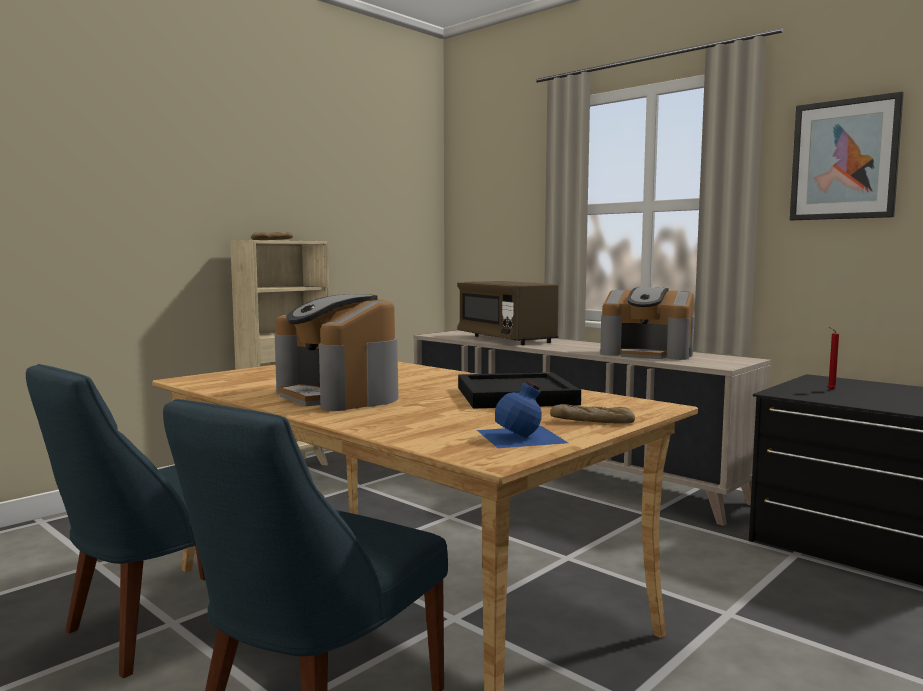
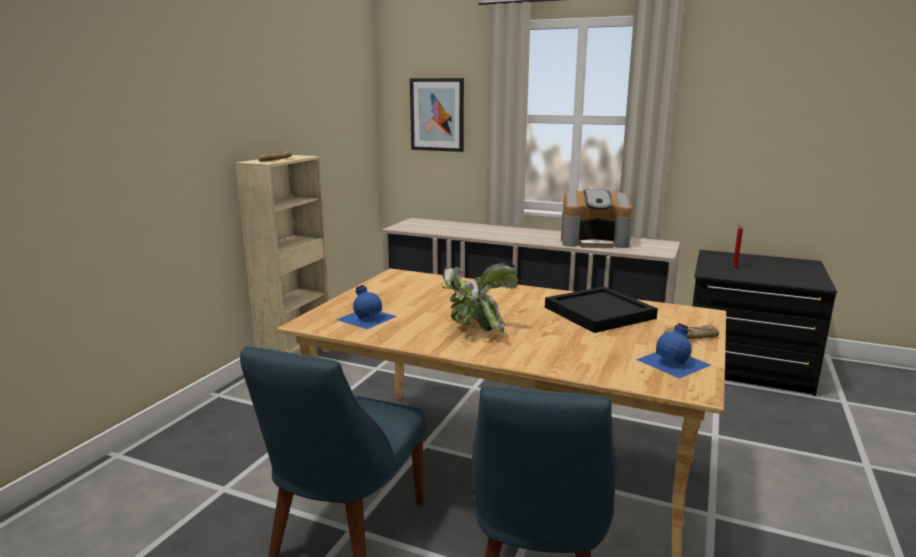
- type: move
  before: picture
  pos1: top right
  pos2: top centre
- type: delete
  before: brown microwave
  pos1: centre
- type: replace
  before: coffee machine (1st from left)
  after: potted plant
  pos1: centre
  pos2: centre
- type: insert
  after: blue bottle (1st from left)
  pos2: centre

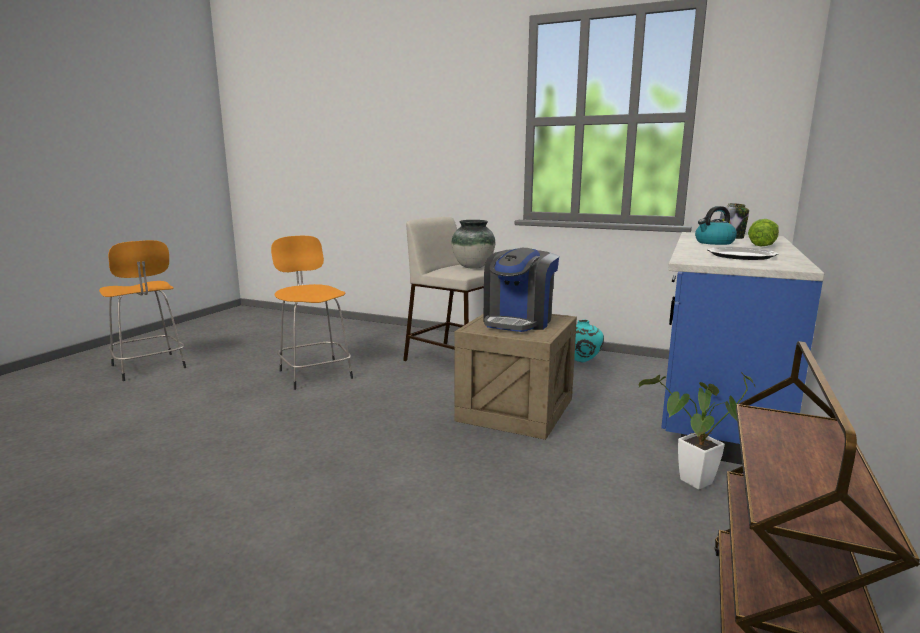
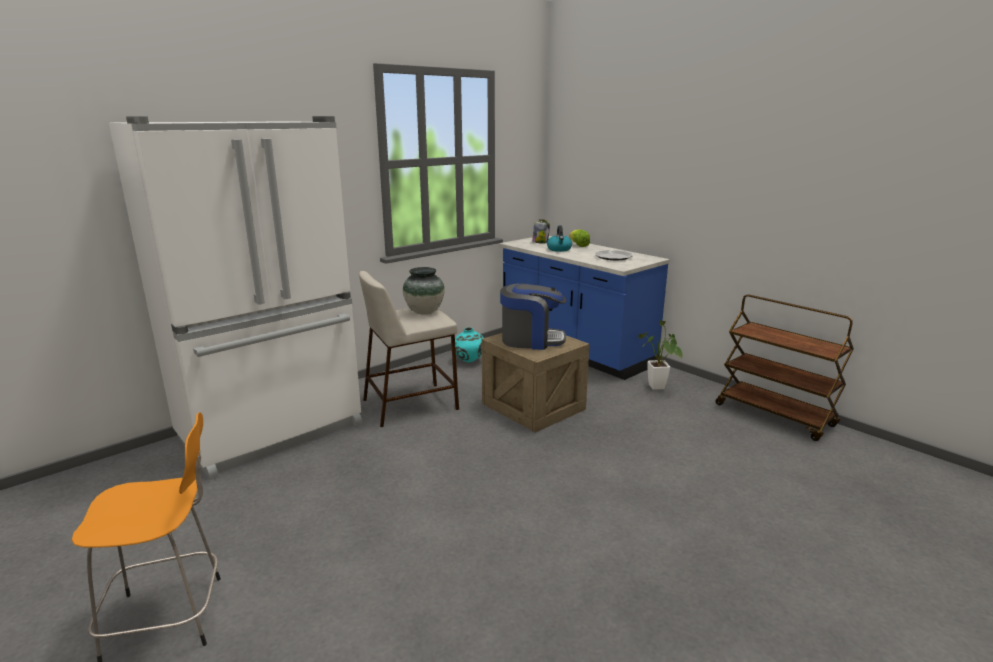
- type: delete
  before: orange stool (2nd from left)
  pos1: centre
- type: rotate
  before: coffee machine
  pos1: centre
  pos2: centre
  turn: -45
- type: insert
  after: white fridge
  pos2: middle left

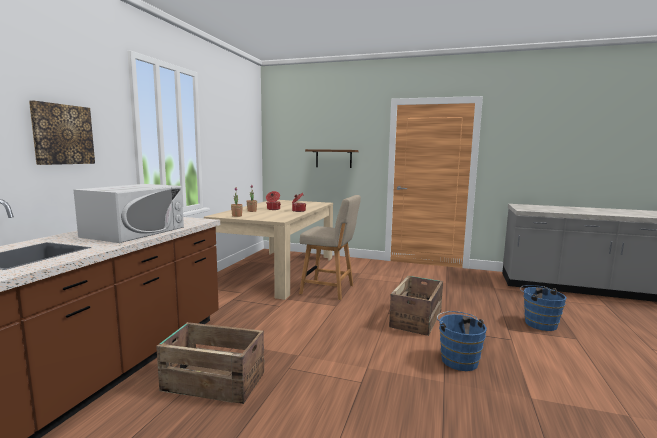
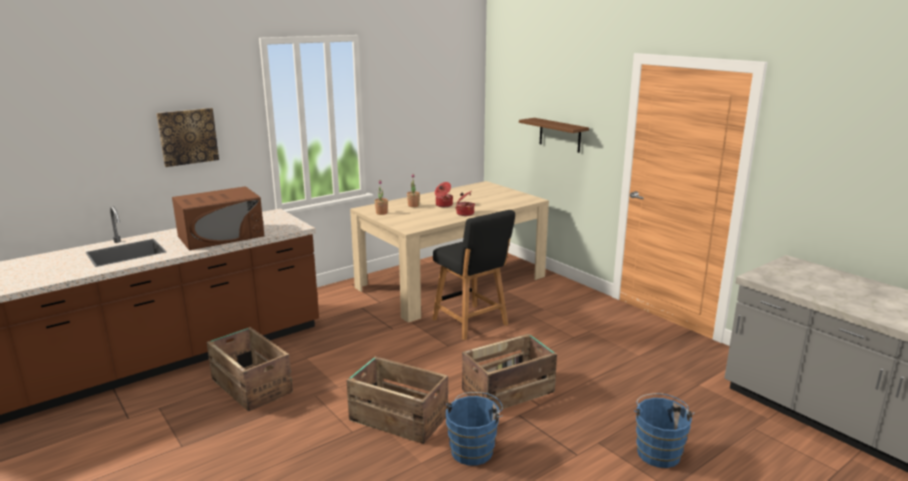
- type: recolor
  before: white microwave
  after: brown microwave
  pos1: middle left
  pos2: middle left
- type: recolor
  before: beige chair
  after: black chair
  pos1: centre
  pos2: centre
- type: insert
  after: crate (2nd from left)
  pos2: bottom centre

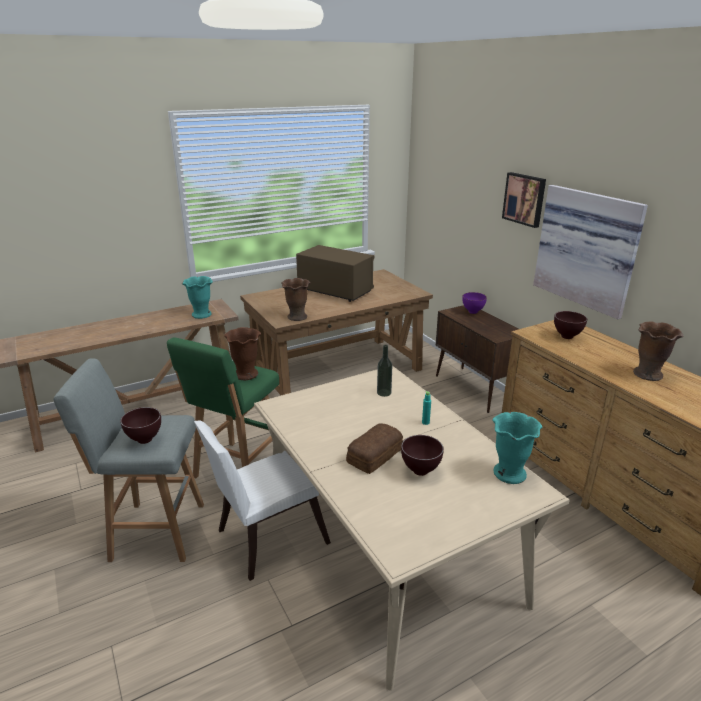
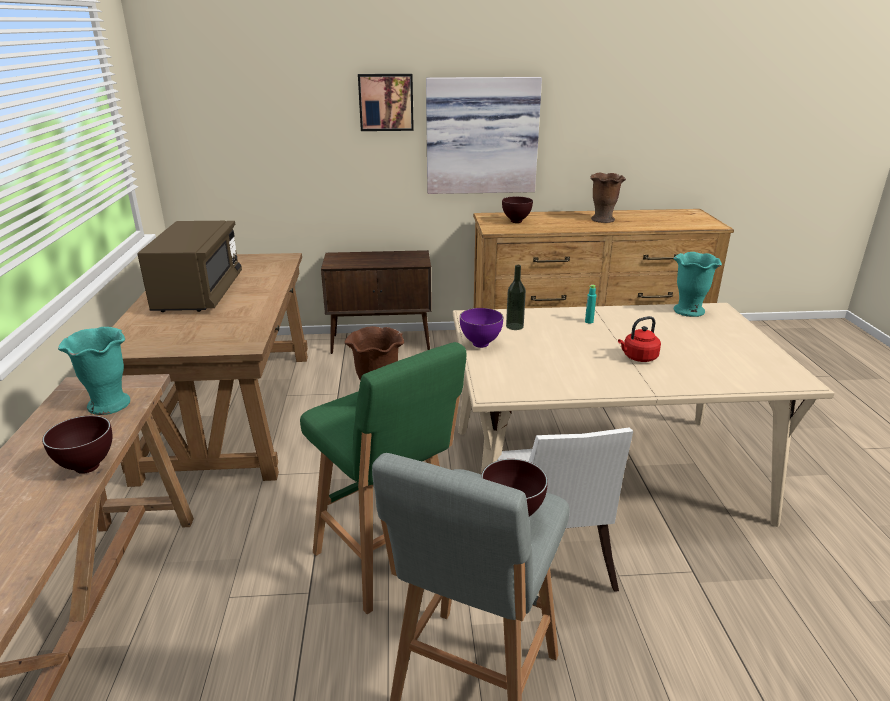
- type: rotate
  before: brown microwave
  pos1: centre
  pos2: middle left
  turn: 120
- type: delete
  before: brown vase (2nd from left)
  pos1: centre
- type: move
  before: purple bowl
  pos1: middle right
  pos2: centre
- type: replace
  before: bread
  after: red kettle
  pos1: centre
  pos2: middle right
- type: move
  before: brown bowl (2nd from left in the first image)
  after: brown bowl (1st from left)
  pos1: centre
  pos2: middle left

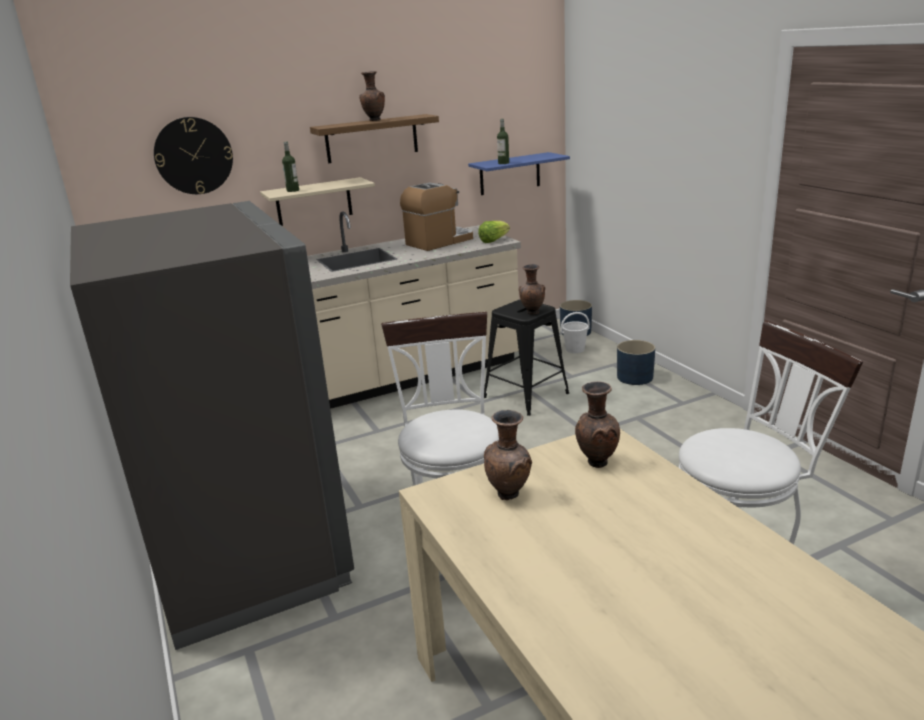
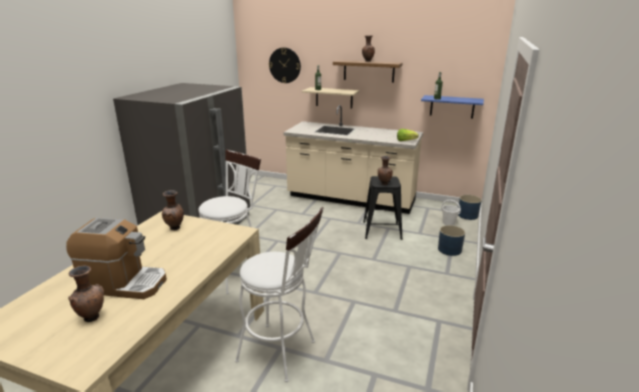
- type: move
  before: coffee machine
  pos1: top centre
  pos2: middle left
- type: move
  before: brown vase (4th from left in the first image)
  after: brown vase (1st from left)
  pos1: centre
  pos2: bottom left

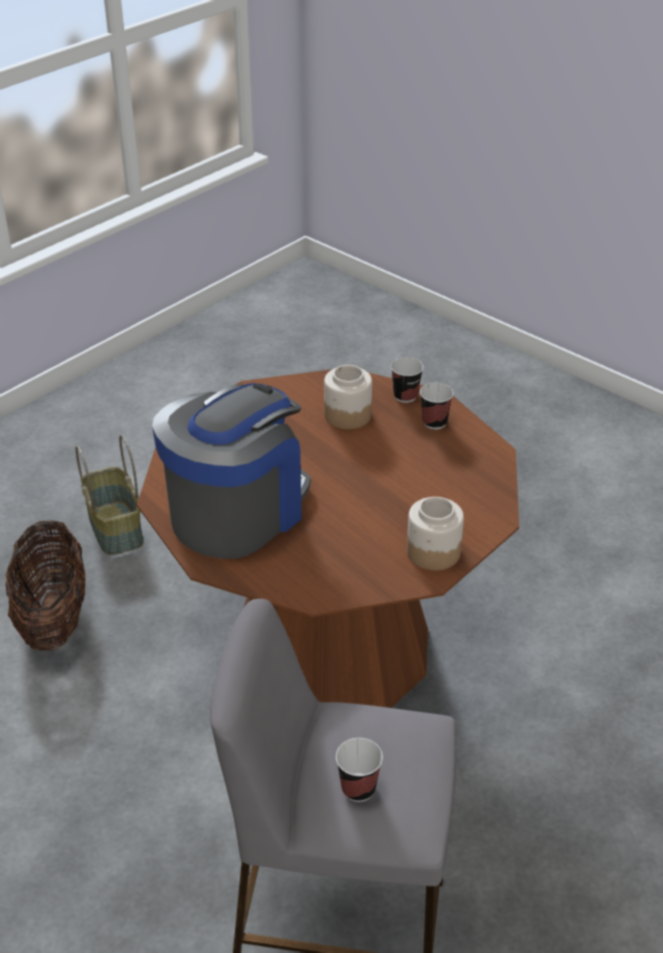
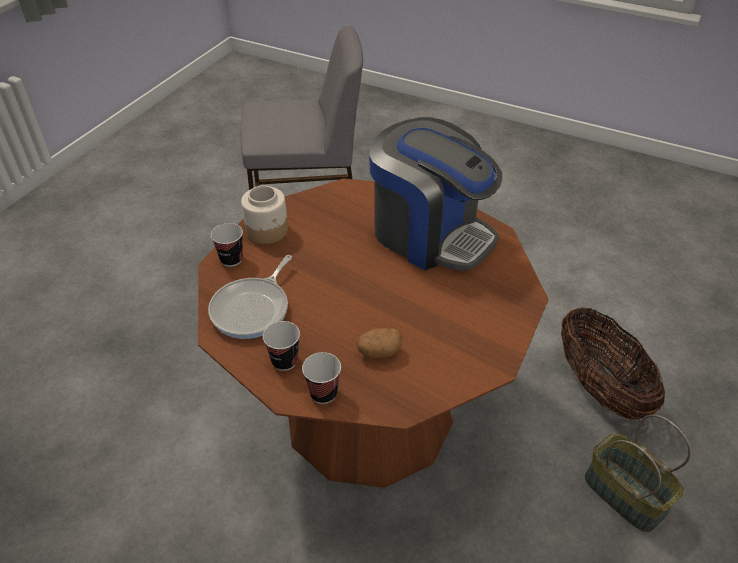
- type: replace
  before: jar (1st from left)
  after: potato
  pos1: centre
  pos2: centre
- type: rotate
  before: coffee machine
  pos1: centre
  pos2: centre
  turn: -75
- type: move
  before: cup (1st from left)
  pos1: bottom centre
  pos2: middle left
- type: insert
  after: frying pan
  pos2: centre

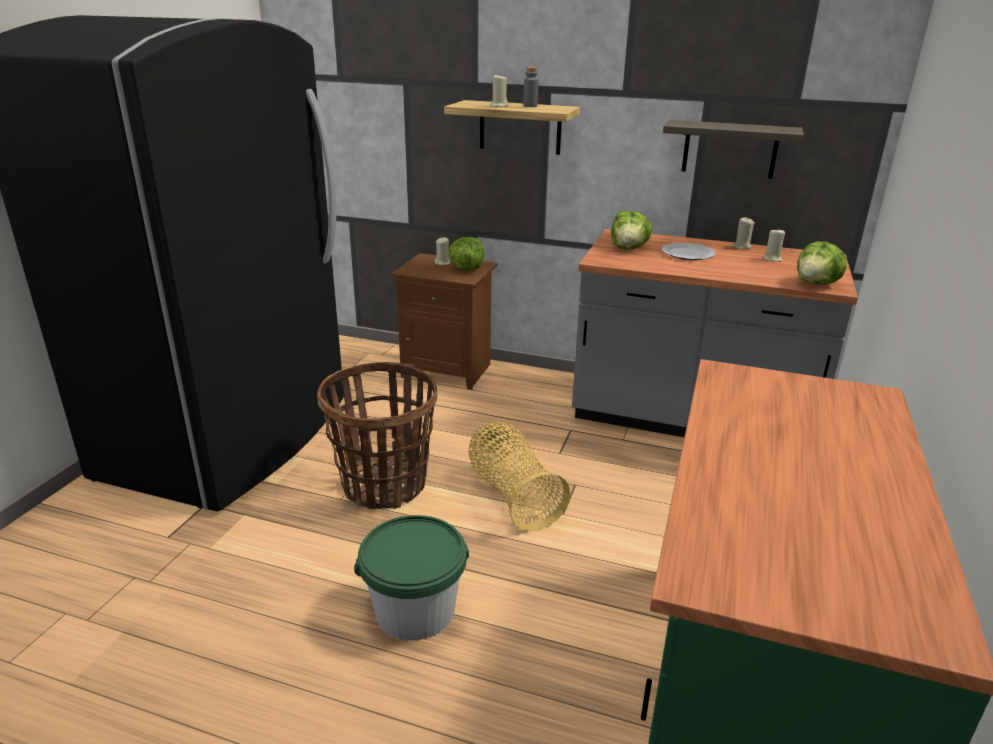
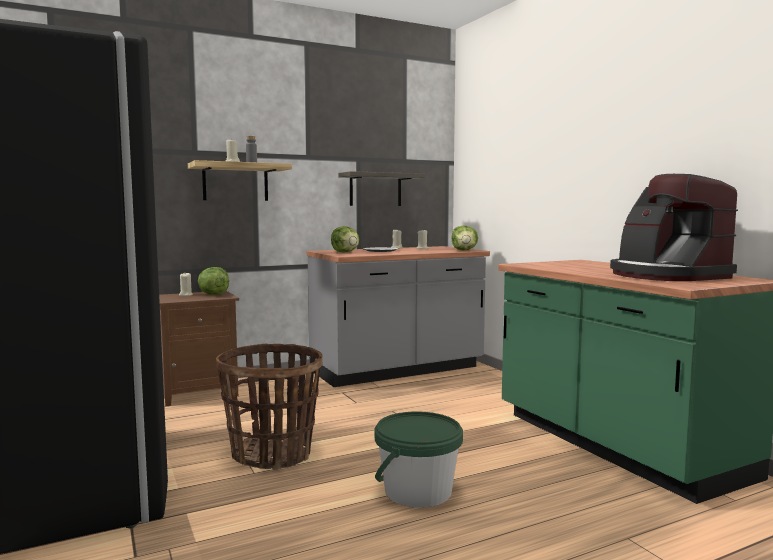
- type: delete
  before: basket (2nd from left)
  pos1: centre
- type: insert
  after: coffee machine
  pos2: middle right

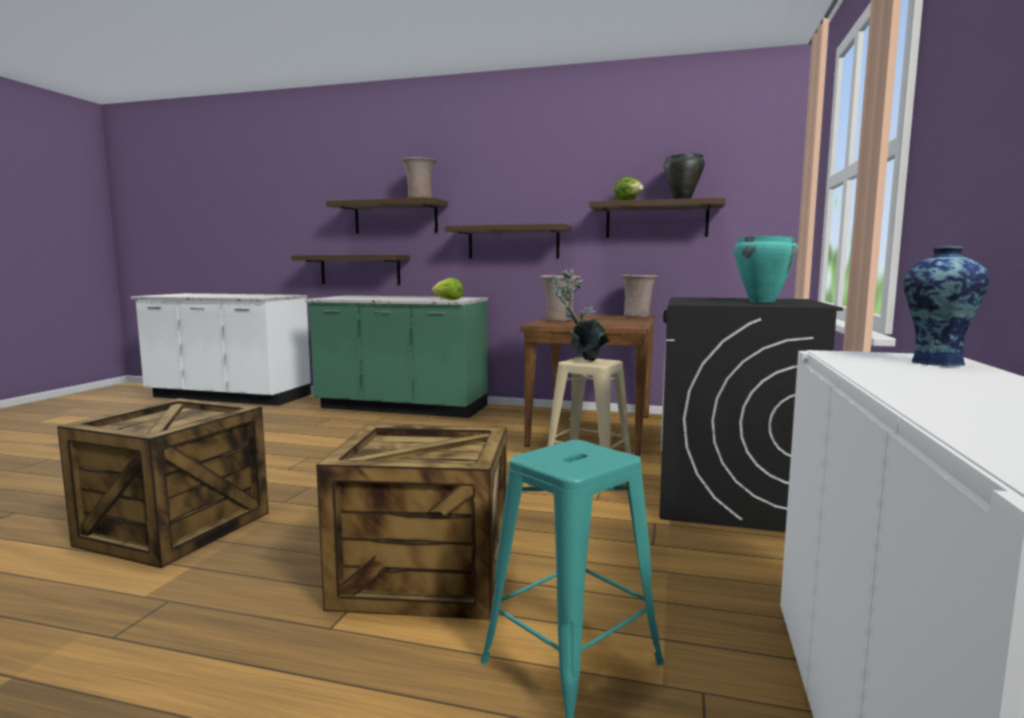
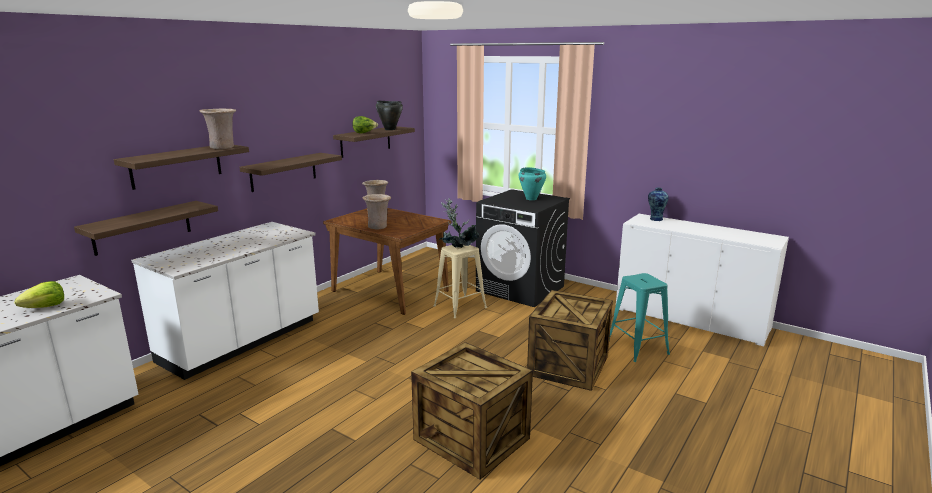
- type: move
  before: lettuce (1st from left)
  pos1: centre
  pos2: middle left
- type: recolor
  before: green counter
  after: white counter (2nd from left)
  pos1: centre
  pos2: middle left

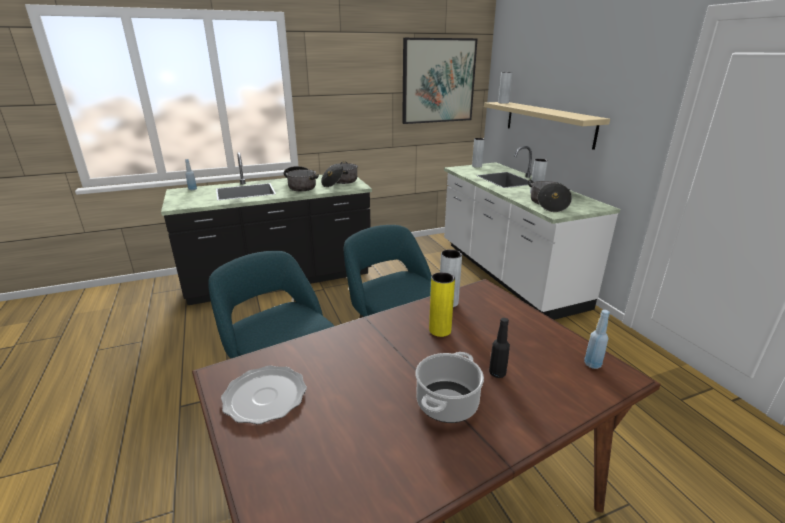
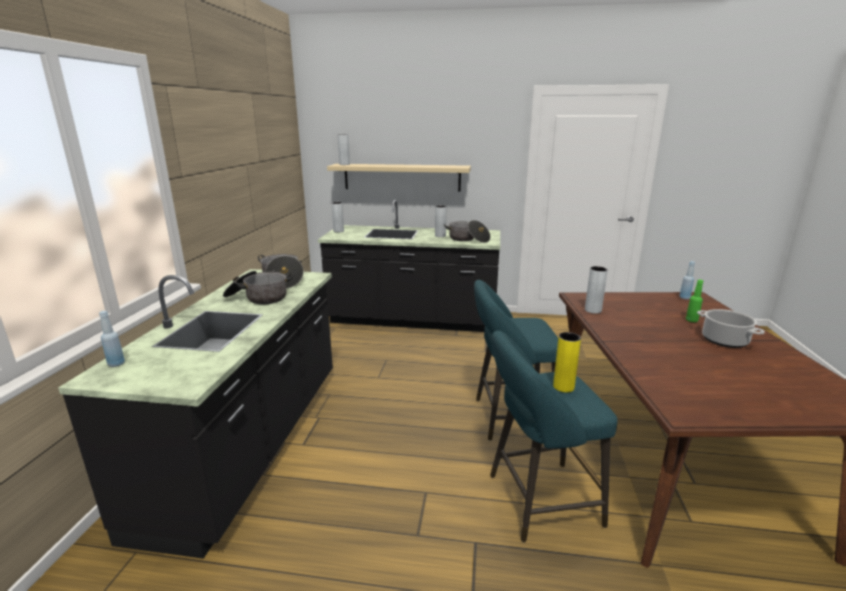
- type: delete
  before: picture
  pos1: top centre
- type: recolor
  before: white counter
  after: black counter (2nd from left)
  pos1: middle right
  pos2: centre
- type: move
  before: yellow vase
  pos1: centre
  pos2: middle right
- type: recolor
  before: black bottle
  after: green bottle
  pos1: centre
  pos2: middle right
- type: delete
  before: plate
  pos1: bottom centre

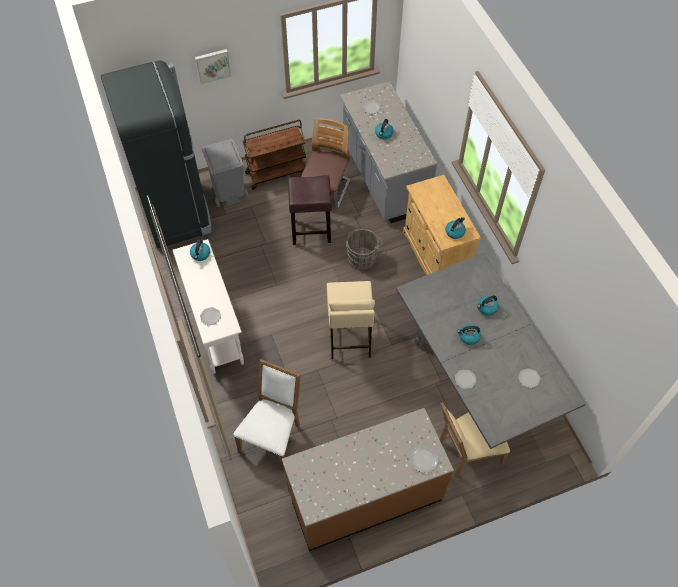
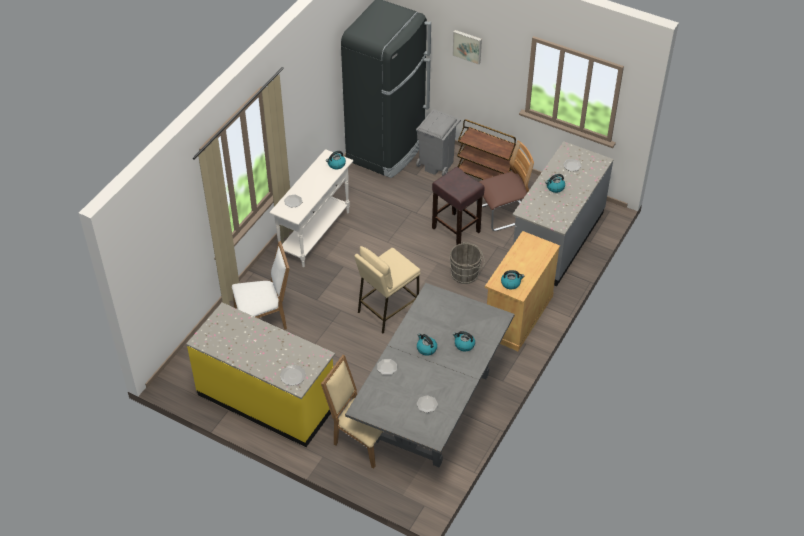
- type: recolor
  before: brown counter
  after: yellow counter
  pos1: bottom centre
  pos2: bottom left

